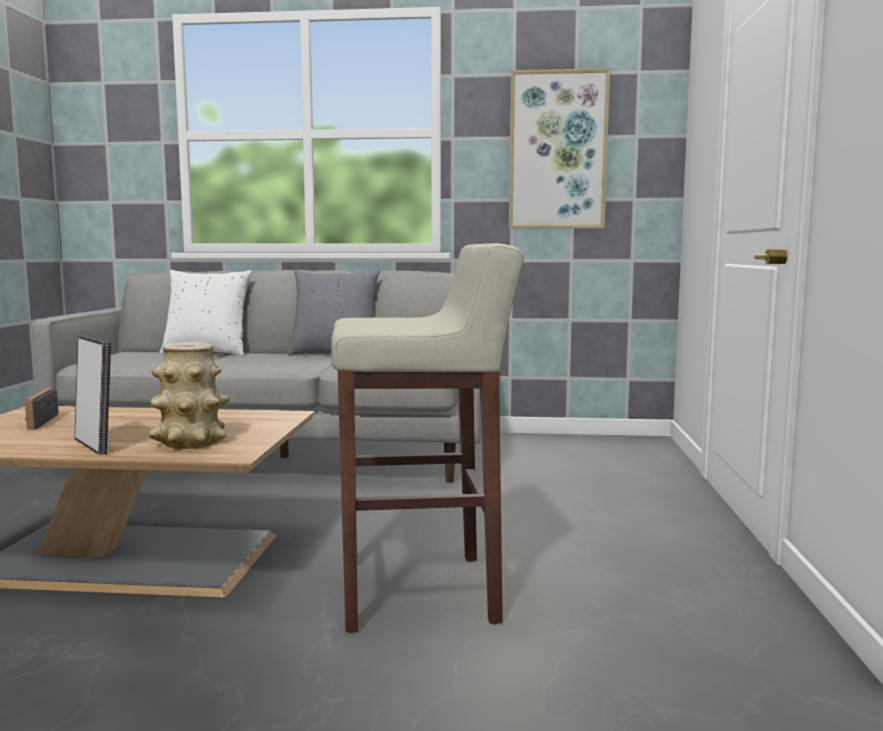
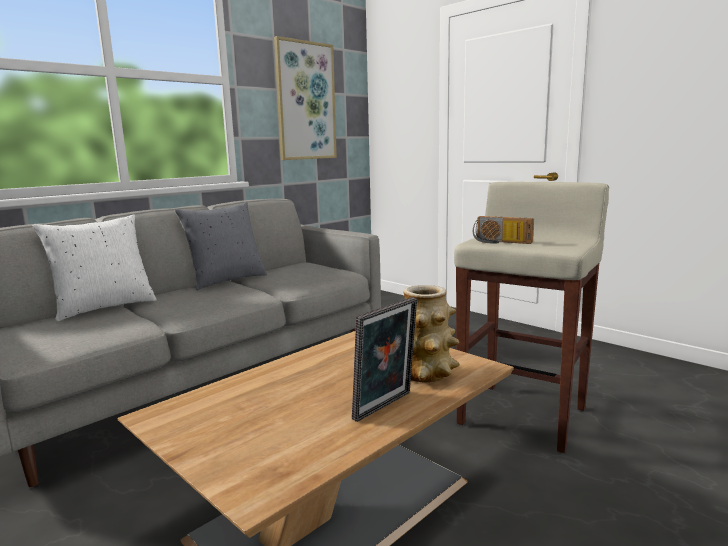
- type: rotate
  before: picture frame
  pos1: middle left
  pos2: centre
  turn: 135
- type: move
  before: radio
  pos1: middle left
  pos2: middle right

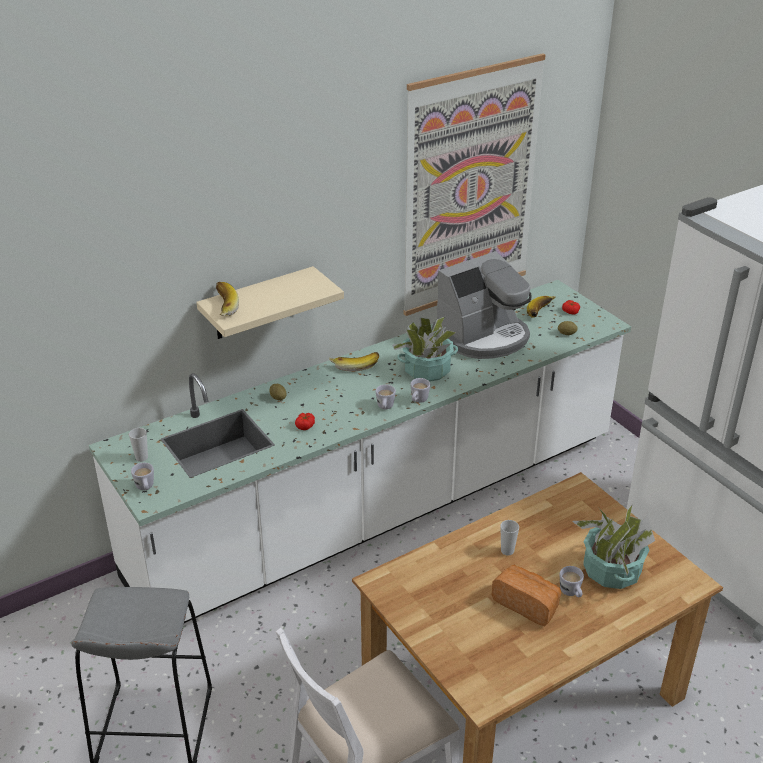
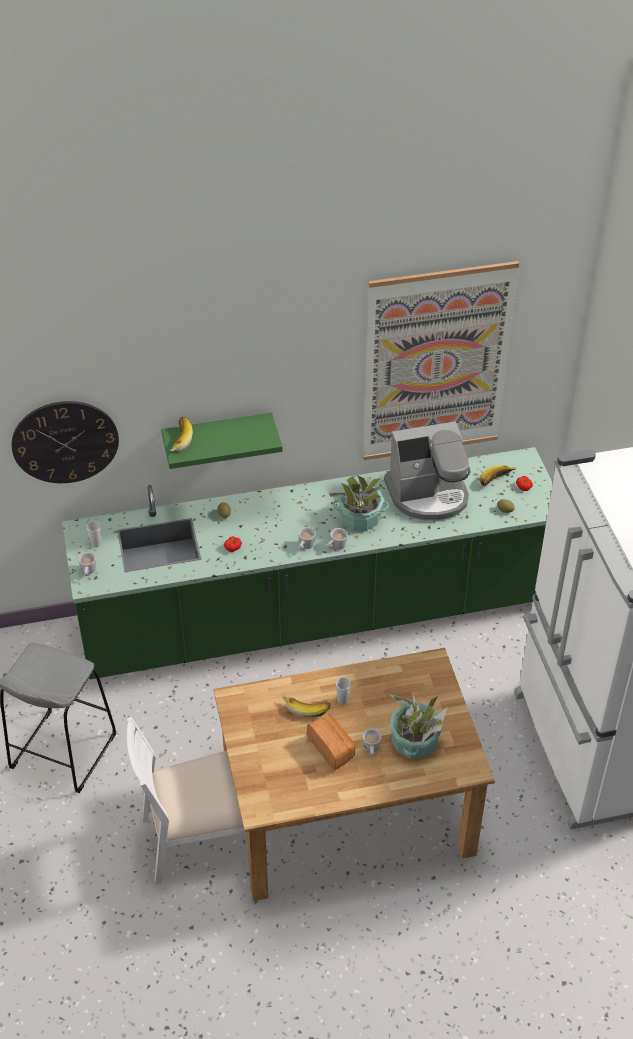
- type: recolor
  before: beige shelf
  after: green shelf
  pos1: centre
  pos2: centre
- type: recolor
  before: white counter
  after: green counter
  pos1: centre
  pos2: centre
- type: move
  before: banana (2nd from left)
  pos1: centre
  pos2: bottom centre
- type: insert
  after: wall clock
  pos2: middle left

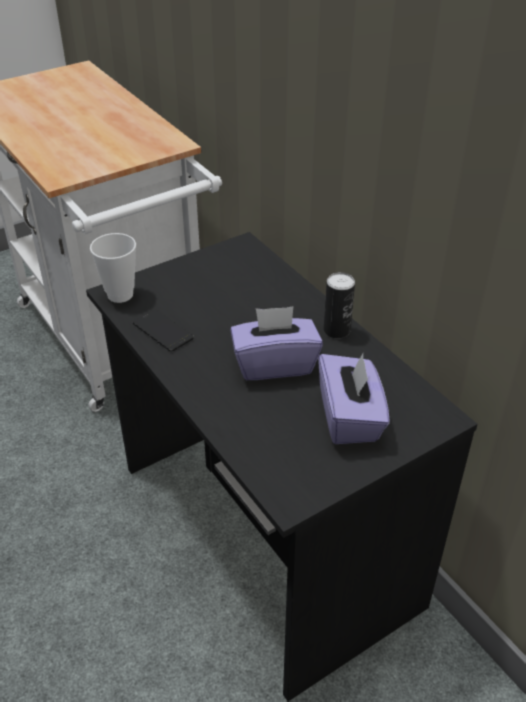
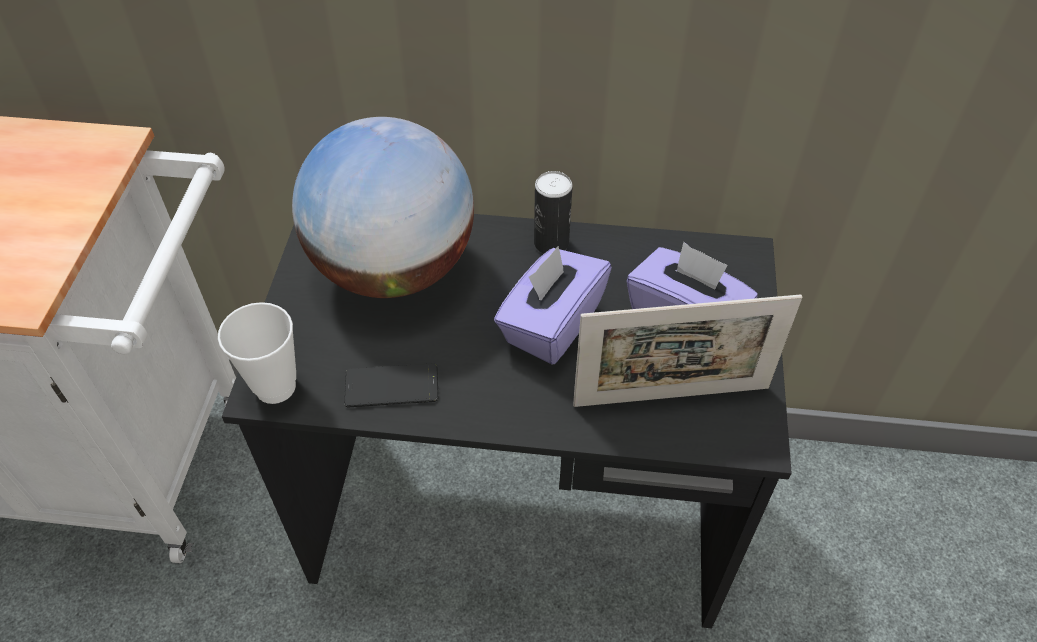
- type: insert
  after: globe
  pos2: top centre
- type: insert
  after: picture frame
  pos2: centre

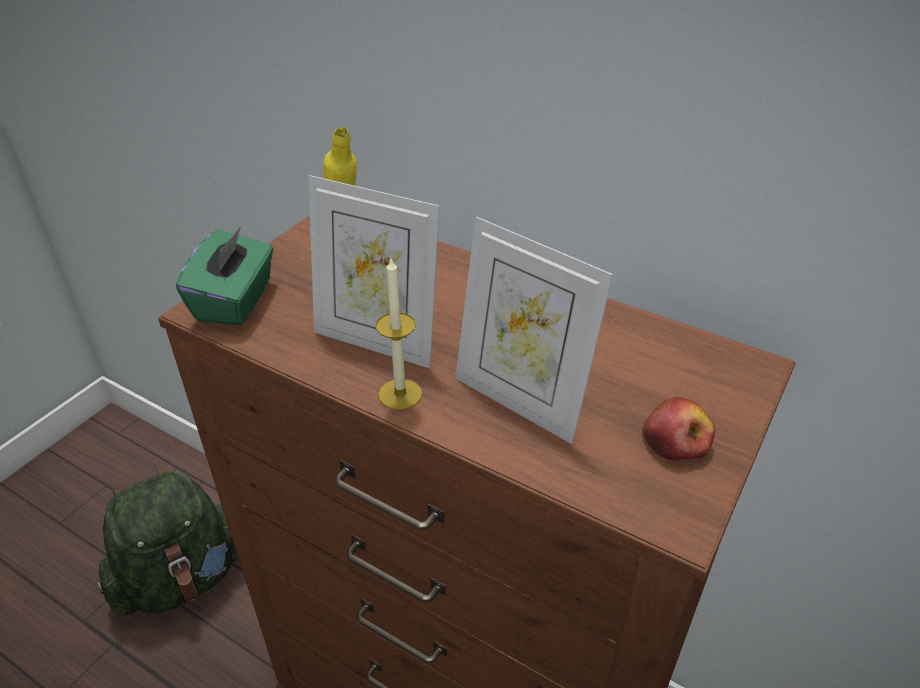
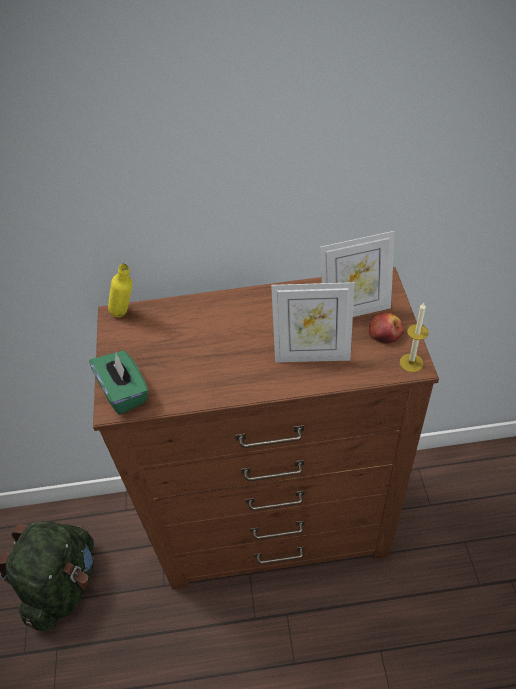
- type: move
  before: picture frame (1st from left in the first image)
  after: picture frame (2nd from left)
  pos1: centre
  pos2: middle right
- type: move
  before: candle
  pos1: centre
  pos2: middle right

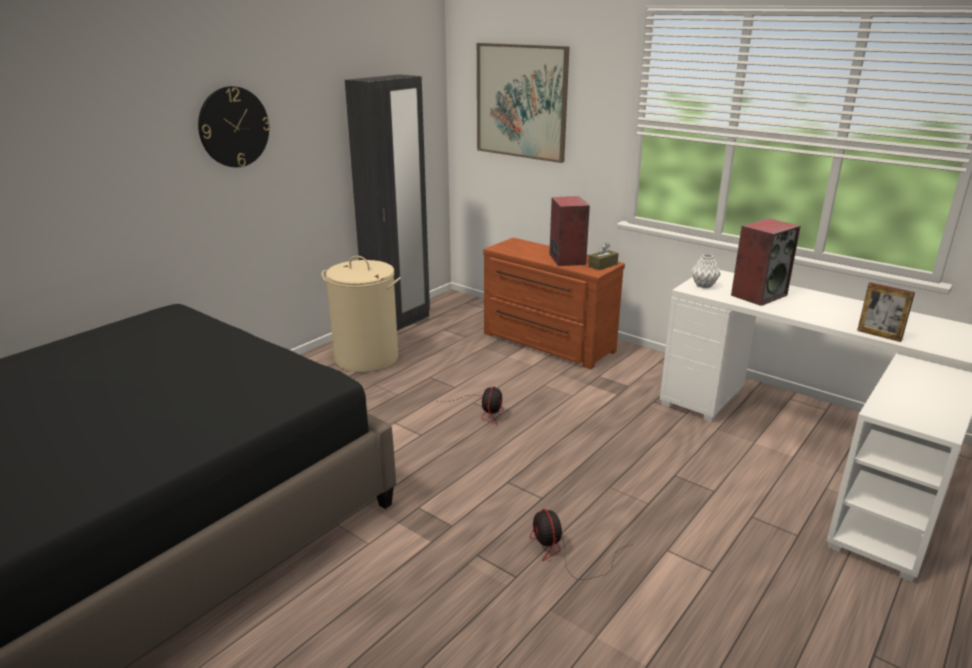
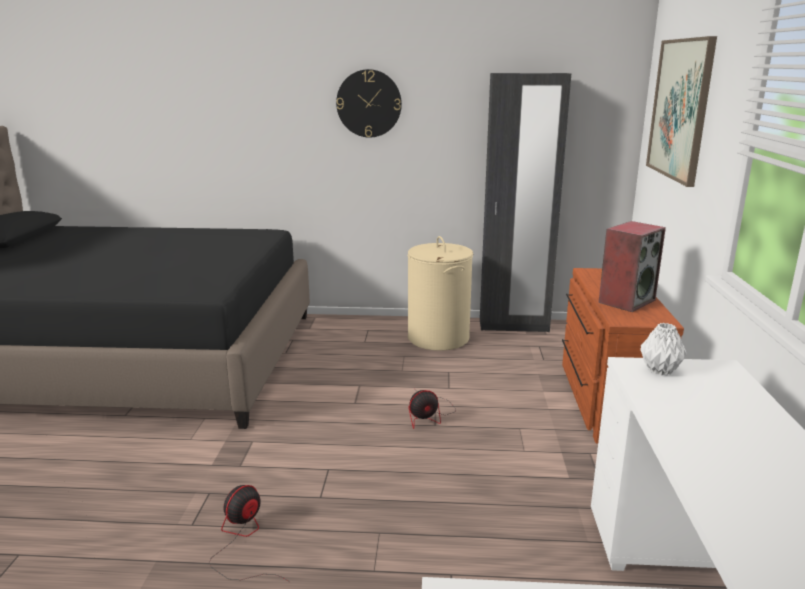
- type: delete
  before: speaker (2nd from left)
  pos1: middle right
- type: delete
  before: brown tissue box
  pos1: centre
- type: delete
  before: picture frame
  pos1: middle right

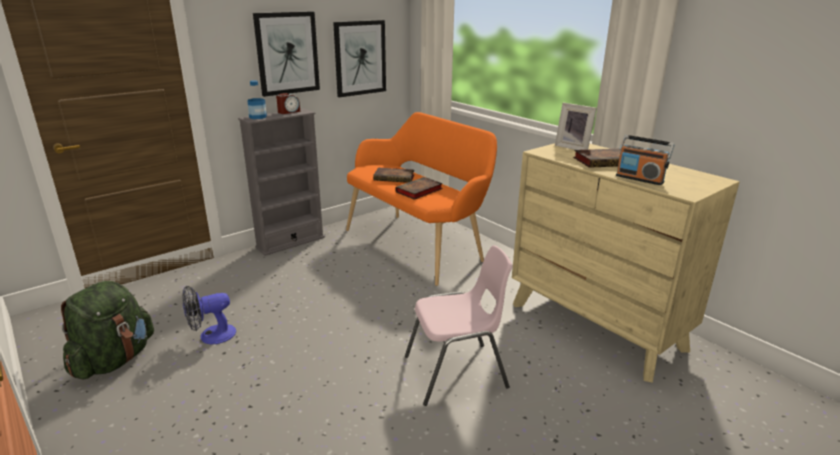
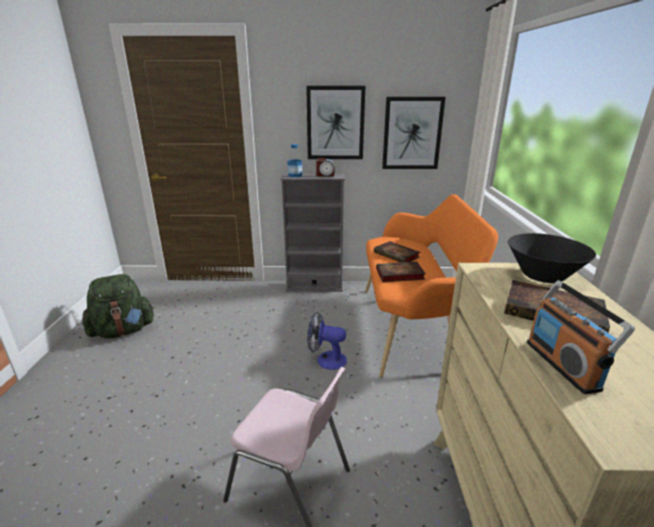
- type: replace
  before: picture frame
  after: black bowl
  pos1: top right
  pos2: middle right
- type: move
  before: fan
  pos1: bottom left
  pos2: centre

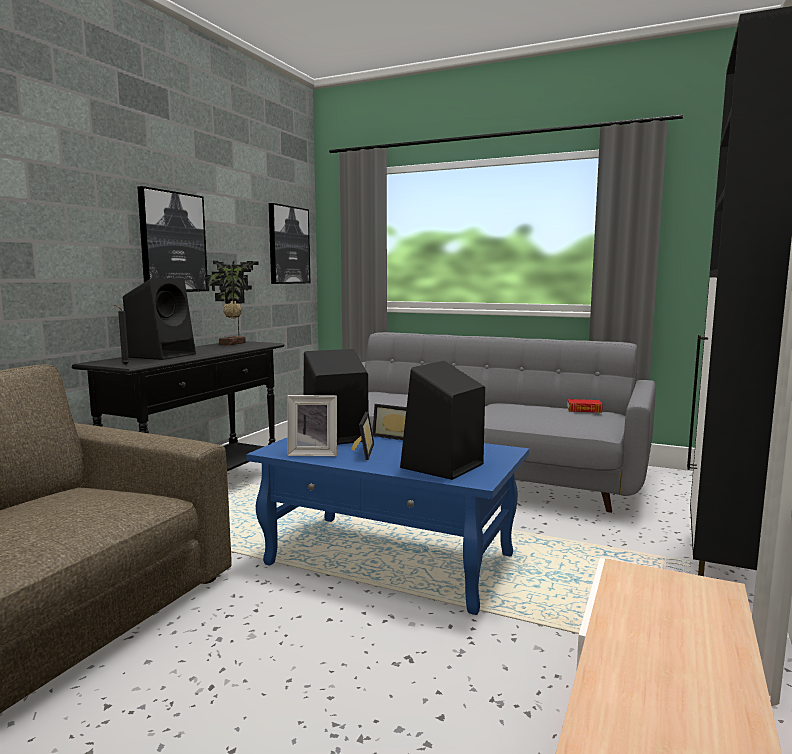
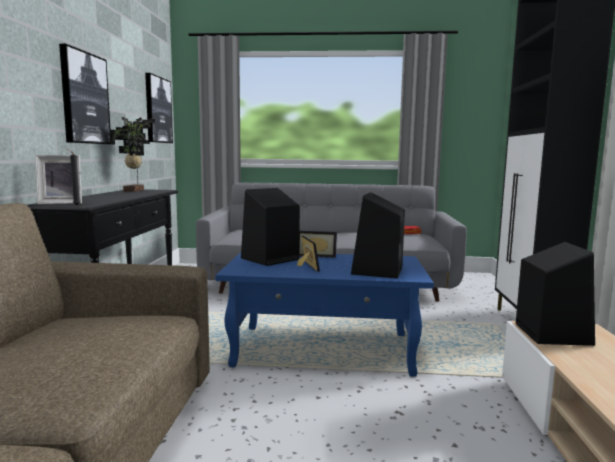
- type: move
  before: black speaker (1st from left in the first image)
  after: black speaker (3rd from left)
  pos1: middle left
  pos2: middle right
- type: move
  before: picture frame (1st from left)
  pos1: centre
  pos2: middle left

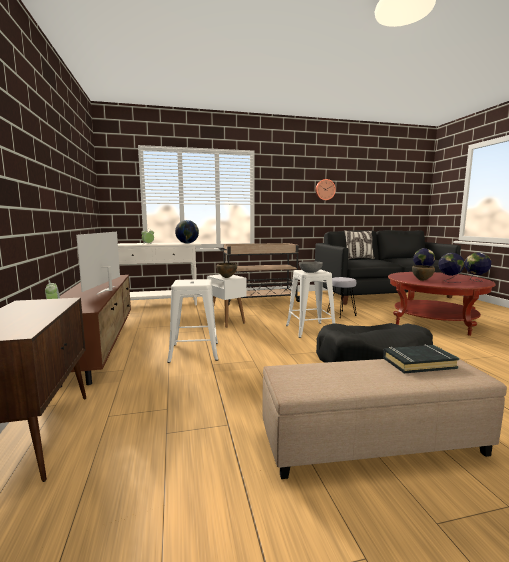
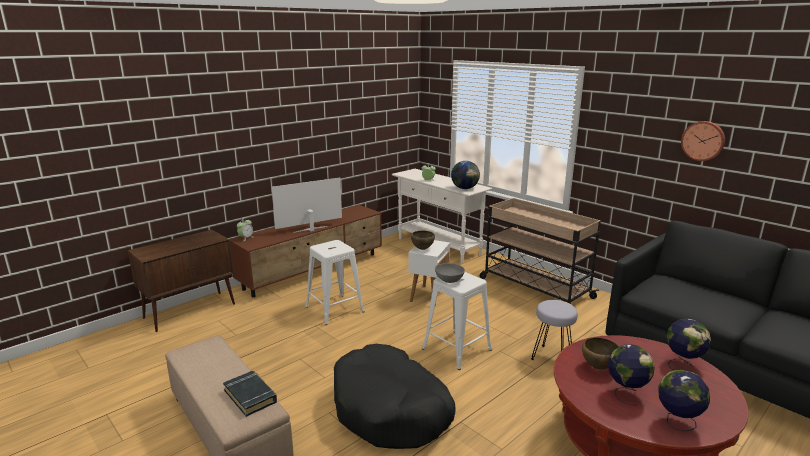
- type: delete
  before: pillow
  pos1: middle right

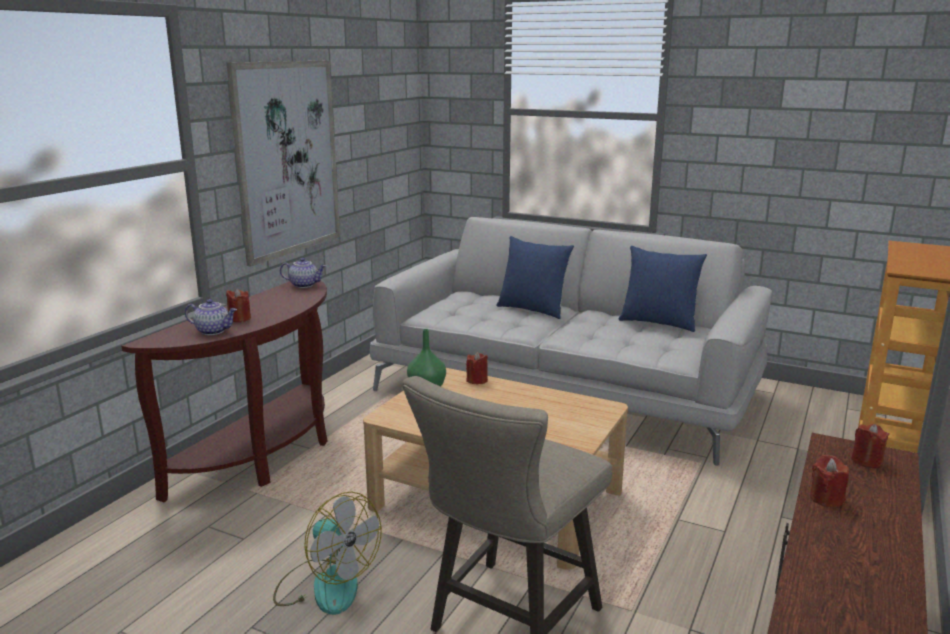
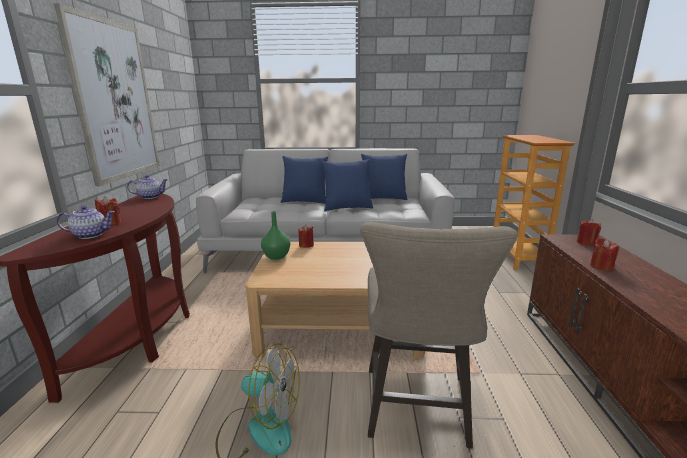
- type: insert
  after: blue pillow (2nd from left)
  pos2: centre

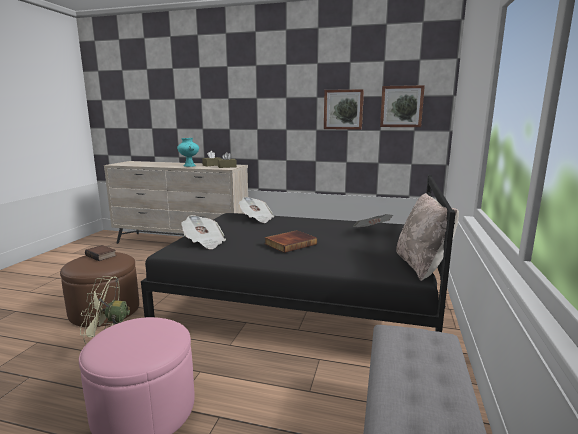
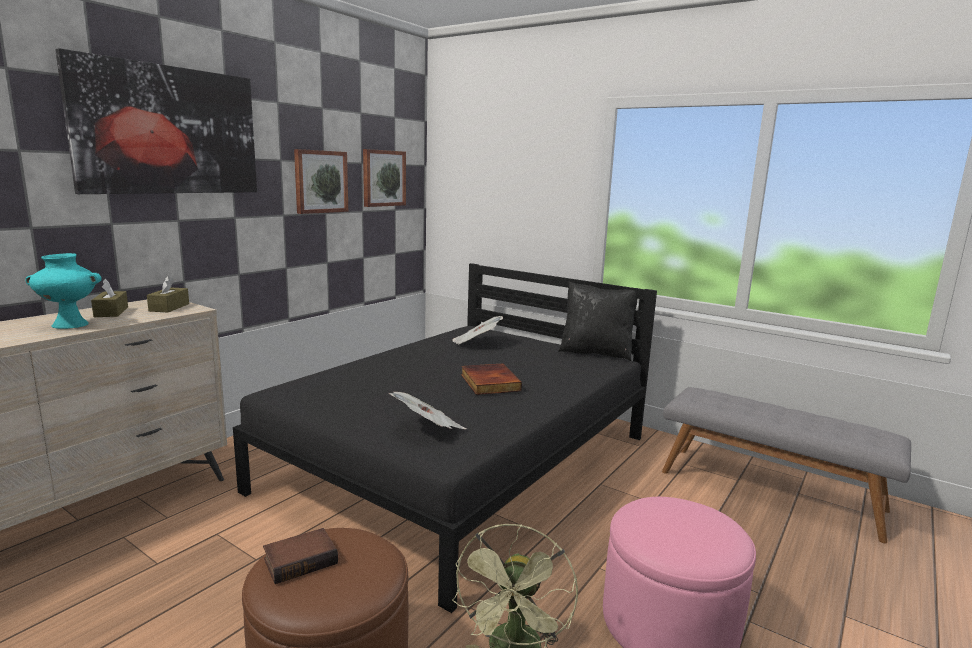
- type: recolor
  before: beige pillow
  after: black pillow
  pos1: middle right
  pos2: centre
- type: delete
  before: newspaper (2nd from left)
  pos1: centre
- type: insert
  after: picture (1st from left)
  pos2: top left

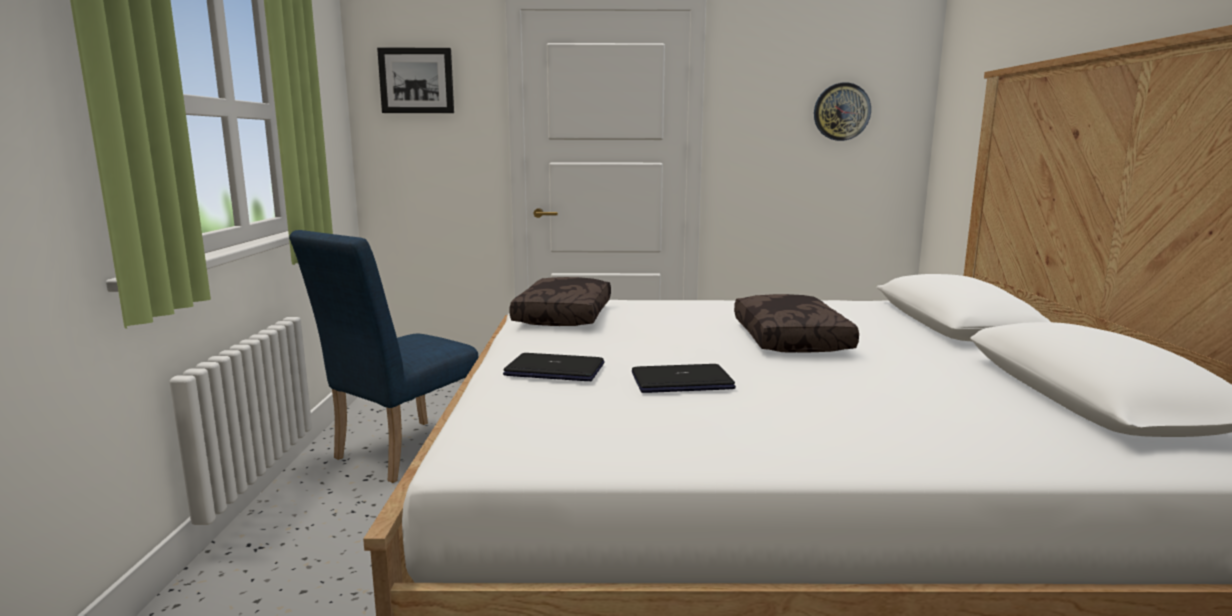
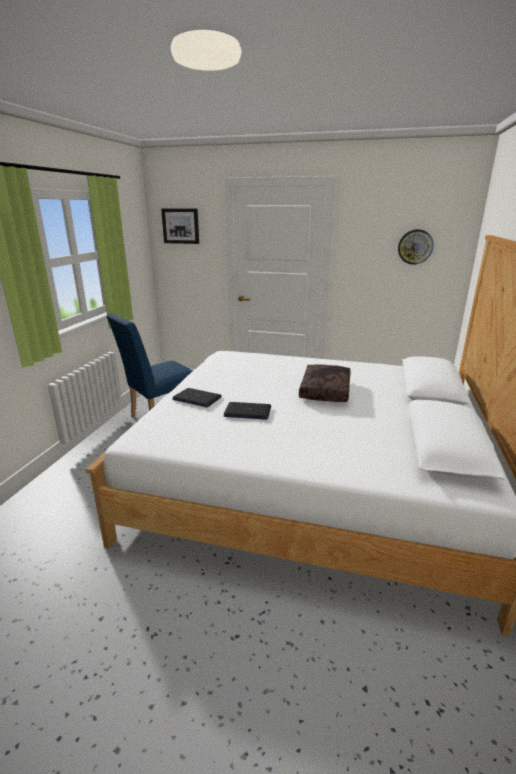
- type: delete
  before: brown pillow (1st from left)
  pos1: centre

